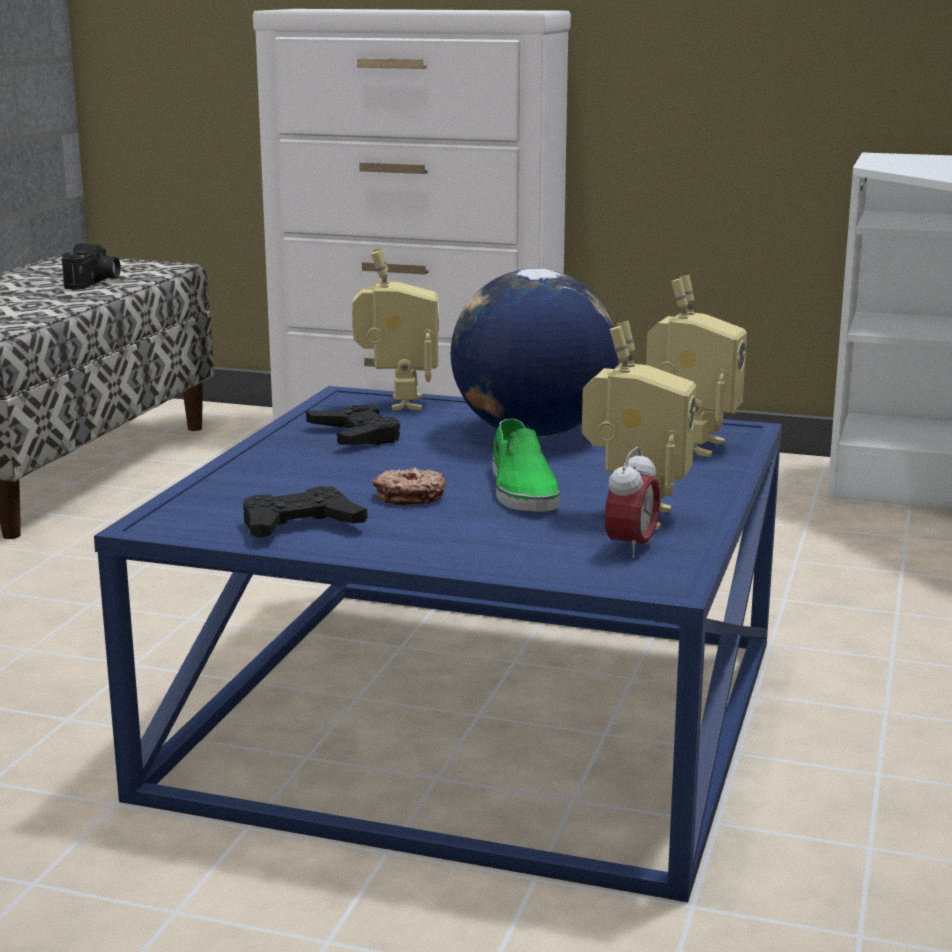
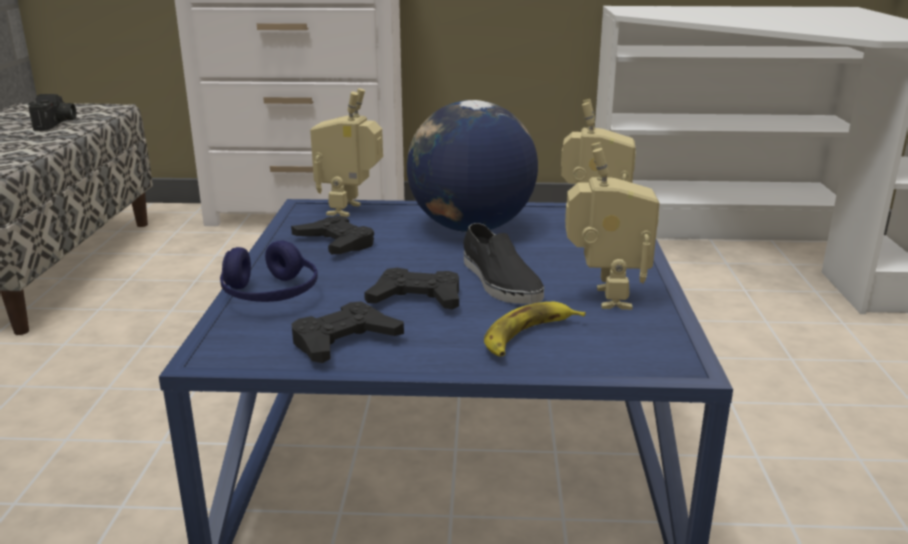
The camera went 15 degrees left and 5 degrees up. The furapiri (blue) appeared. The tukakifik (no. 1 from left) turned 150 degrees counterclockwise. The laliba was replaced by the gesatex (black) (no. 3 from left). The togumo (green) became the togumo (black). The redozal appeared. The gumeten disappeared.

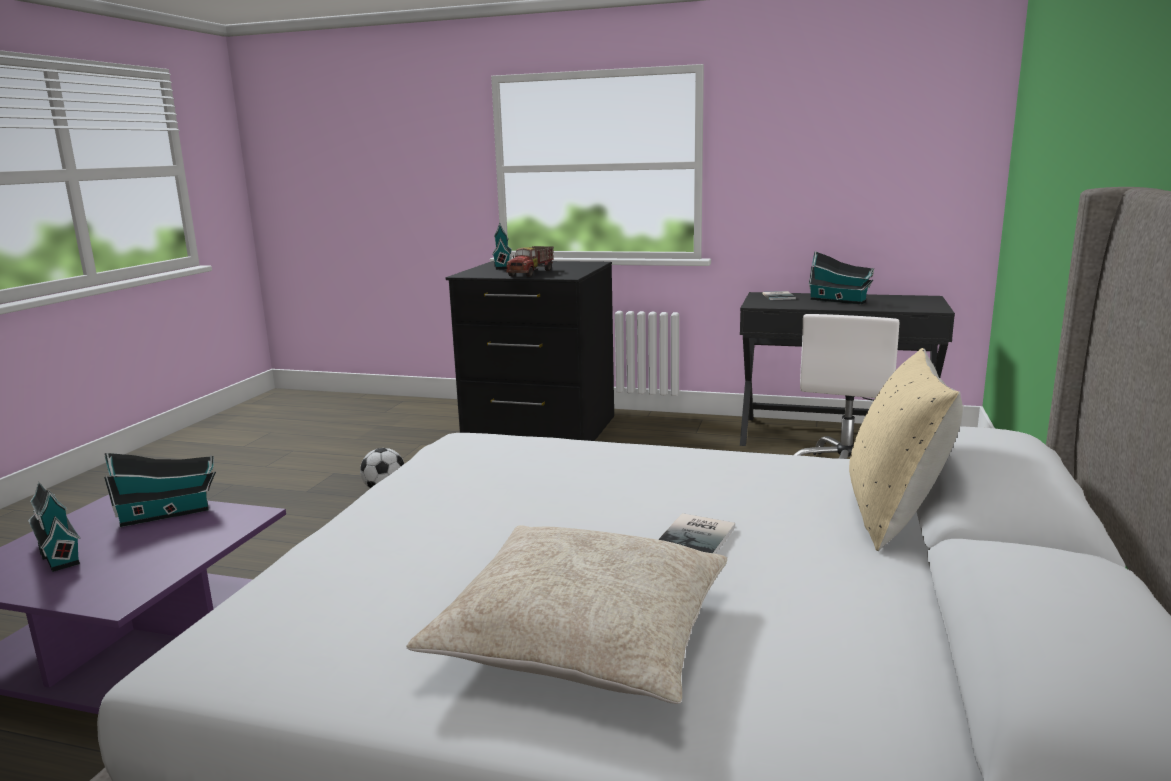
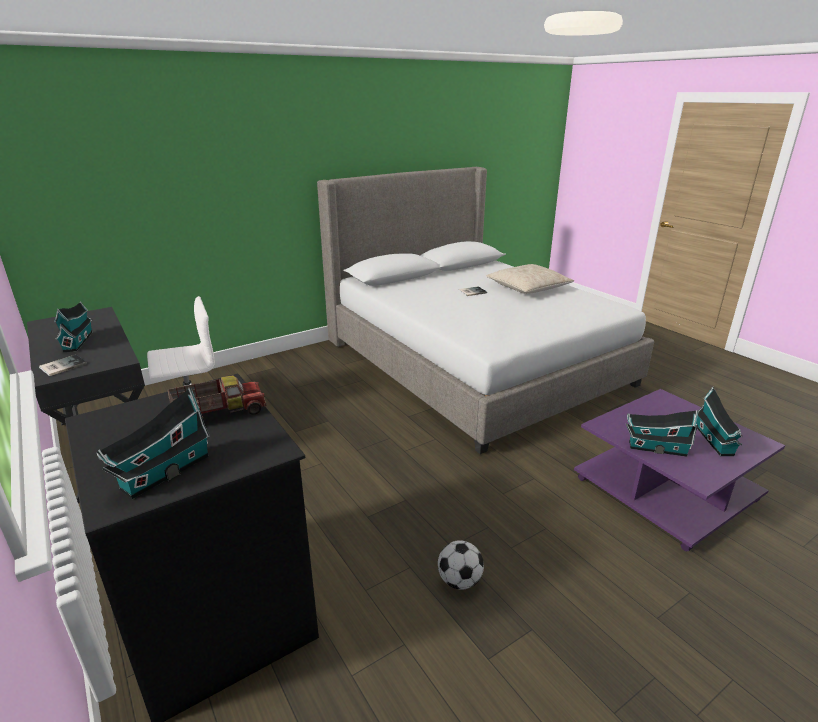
The camera went 140 degrees left and 10 degrees up. The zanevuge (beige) (no. 2 from left) disappeared.

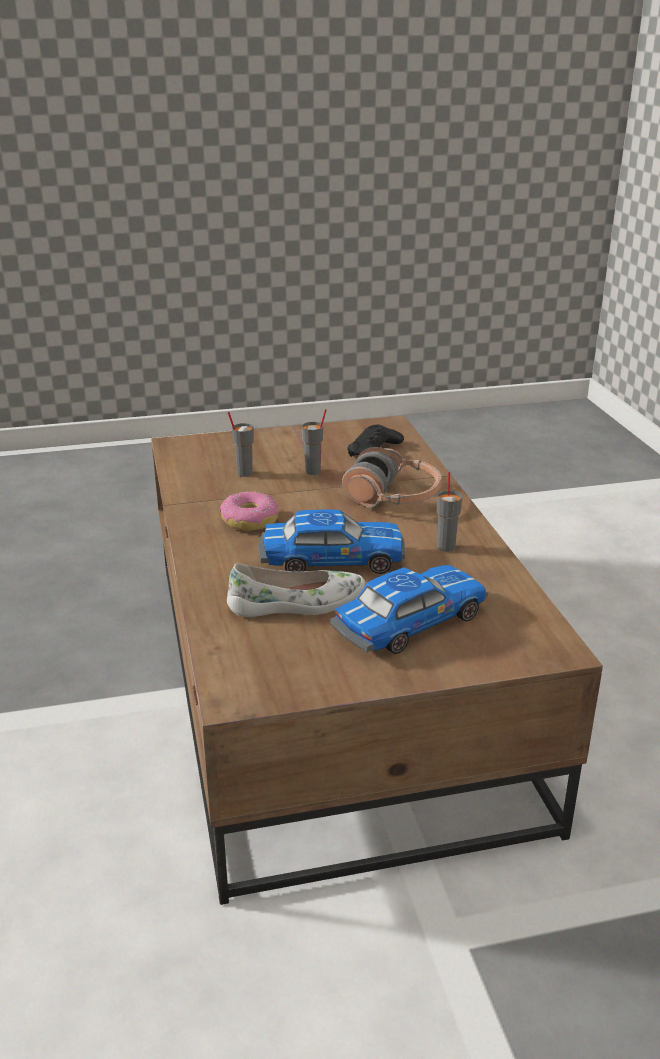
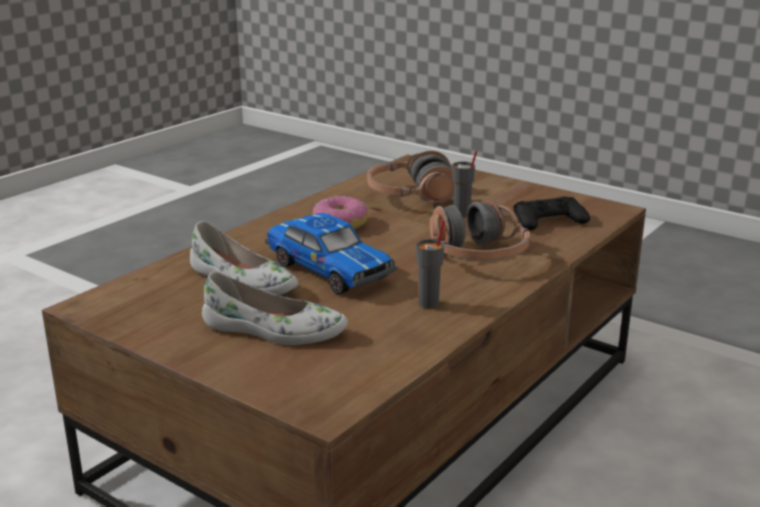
The camera went 50 degrees right and 5 degrees down. The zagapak (no. 2 from left) was replaced by the togumo (white) (no. 2 from left). The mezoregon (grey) (no. 1 from left) was replaced by the furapiri (no. 1 from left).

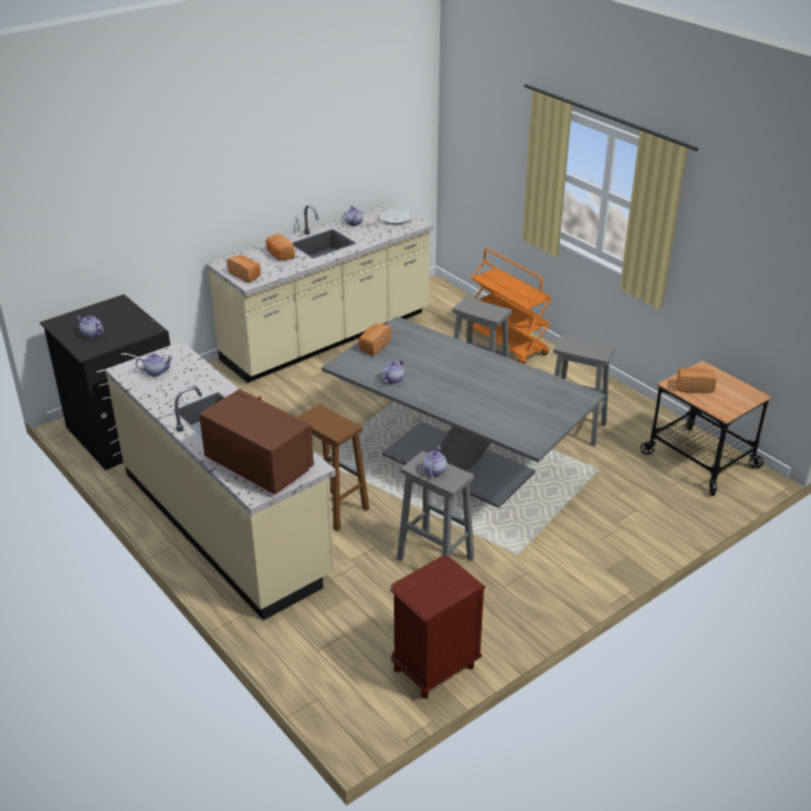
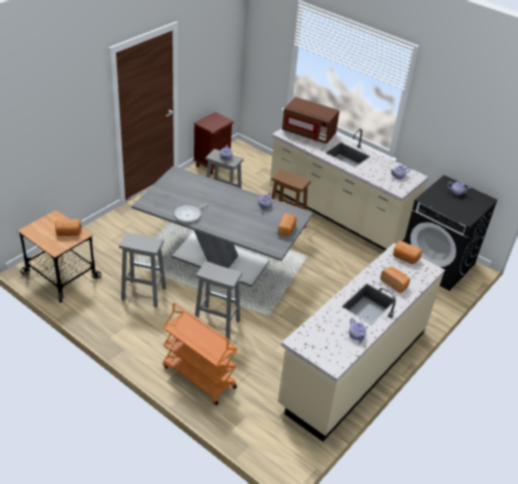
The camera went 165 degrees right and 5 degrees up. The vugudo moved.

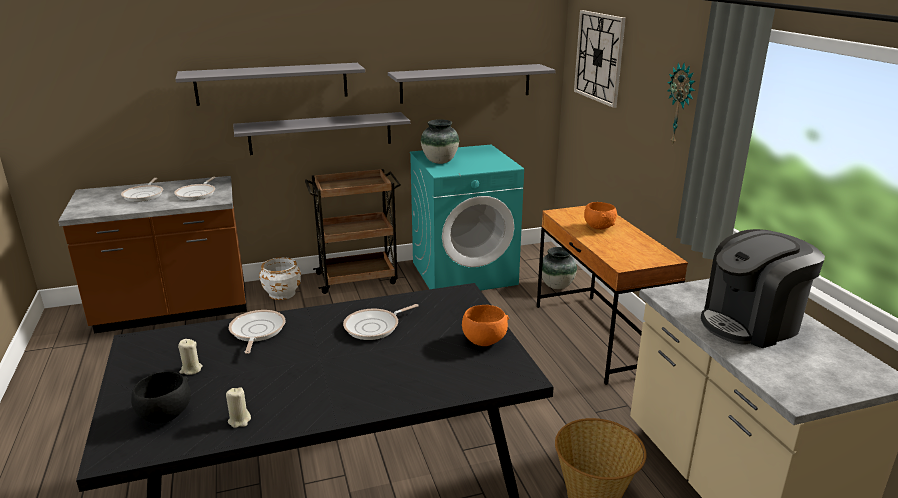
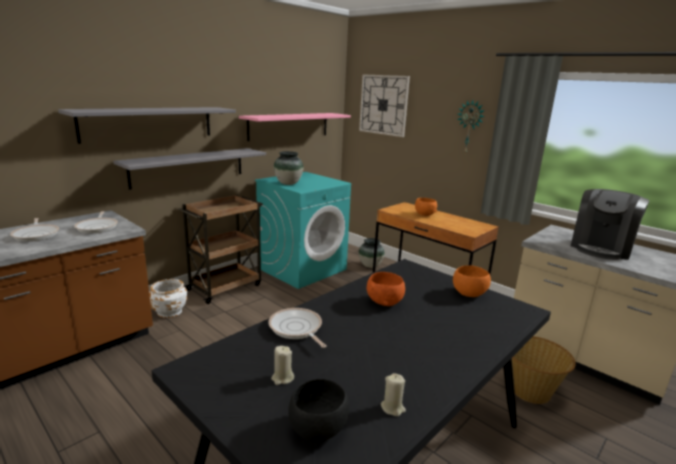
The camera went 30 degrees left and 5 degrees down. The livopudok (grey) (no. 3 from left) became the livopudok (pink). The vugudo (no. 4 from left) was replaced by the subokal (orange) (no. 1 from left).

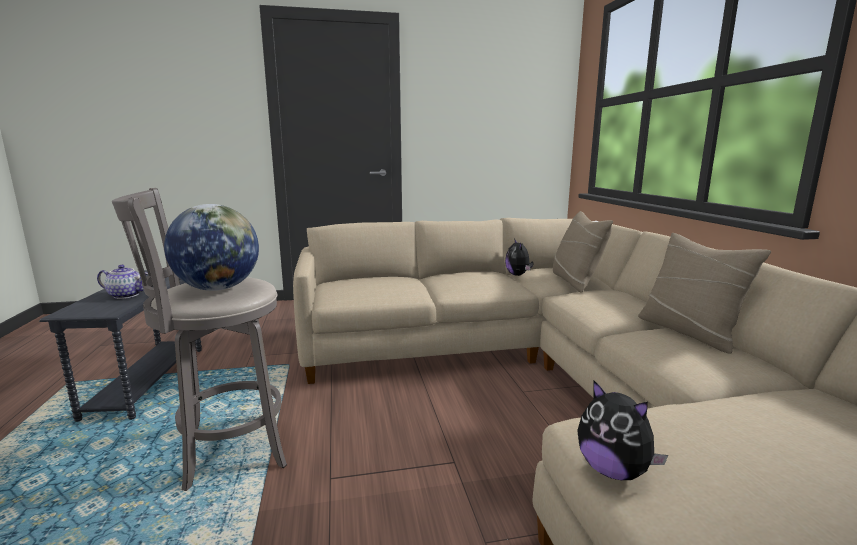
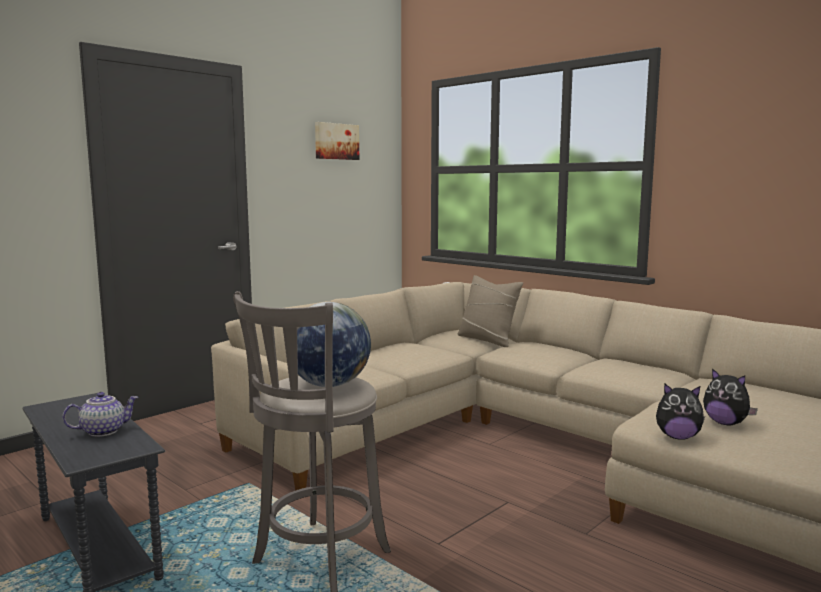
The camera went 35 degrees left and 5 degrees down. The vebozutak appeared. The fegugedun (no. 1 from left in the first image) moved. The zanevuge (beige) (no. 2 from left) disappeared.

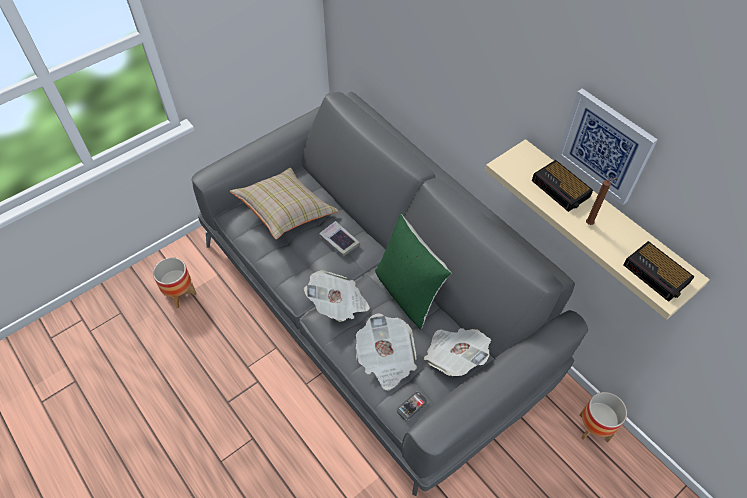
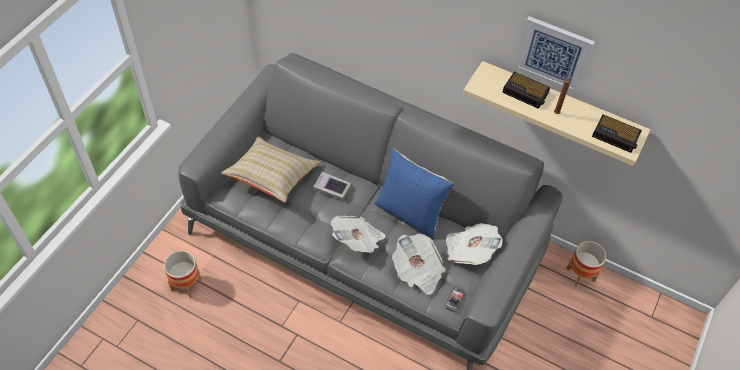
The camera went 25 degrees left and 0 degrees up. The zanevuge (green) became the zanevuge (blue).

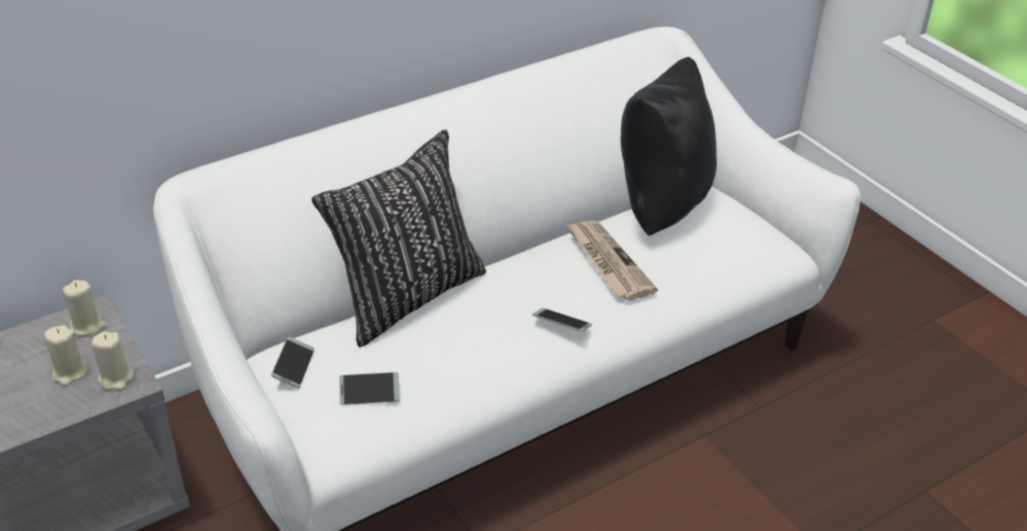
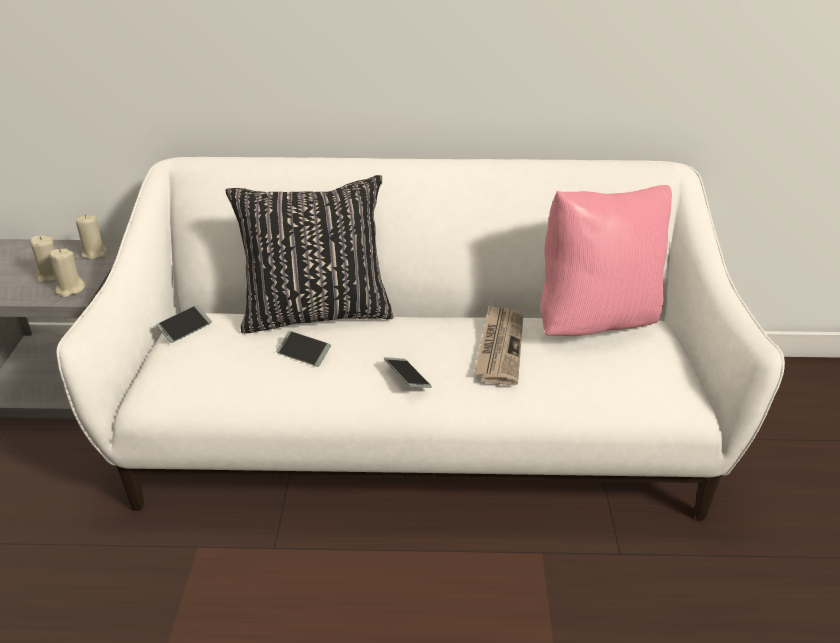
The camera went 35 degrees right and 5 degrees down. The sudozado (no. 2 from left) moved. The zanevuge (black) (no. 2 from left) became the zanevuge (pink).

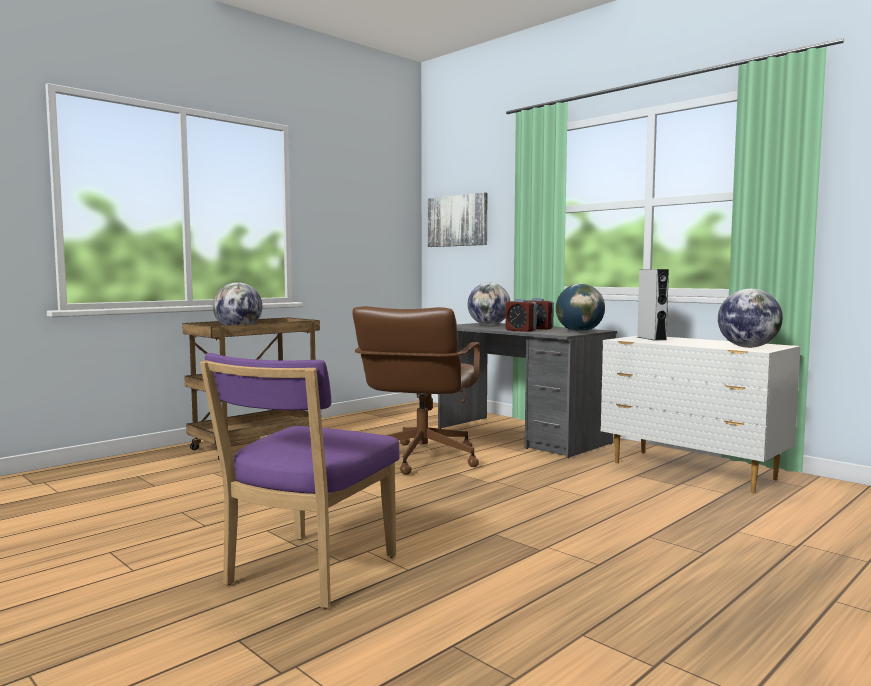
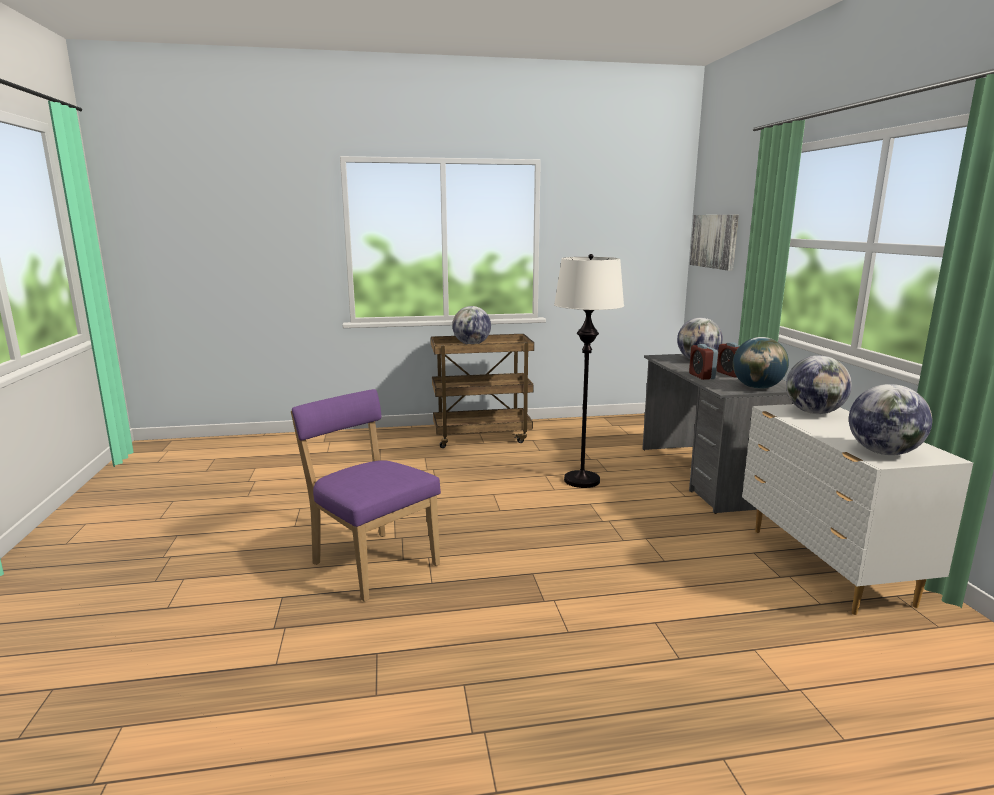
The camera went 35 degrees right and 10 degrees up. The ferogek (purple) turned 75 degrees clockwise. The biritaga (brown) was replaced by the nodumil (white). The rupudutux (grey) was replaced by the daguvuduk (no. 4 from left).

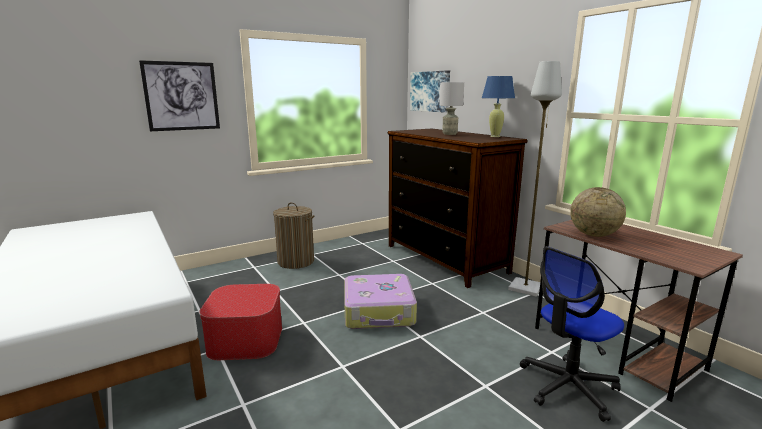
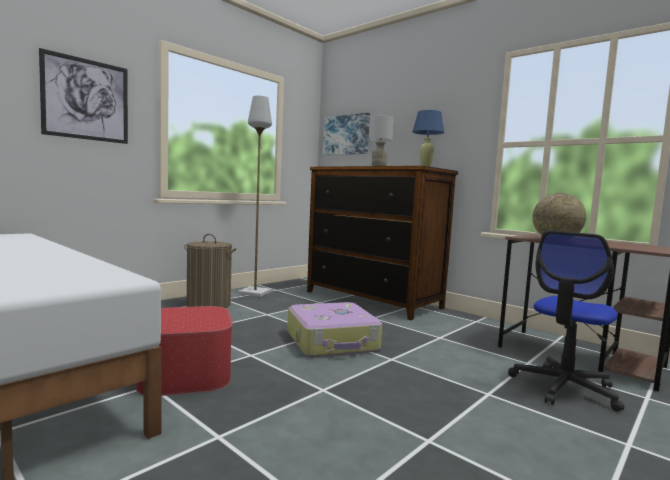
The camera went 15 degrees left and 10 degrees down. The nodumil (grey) moved.

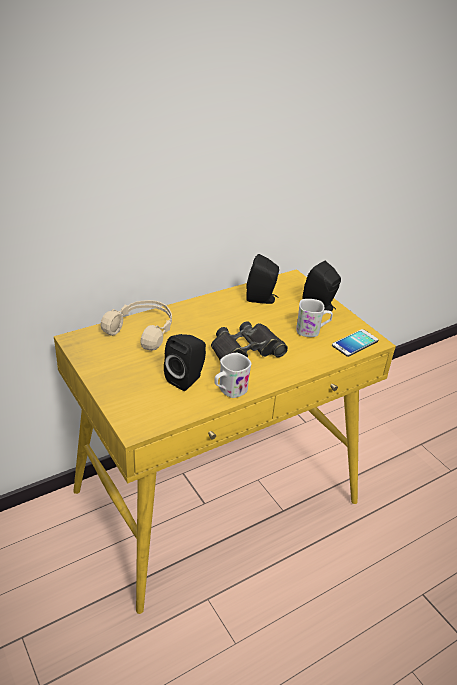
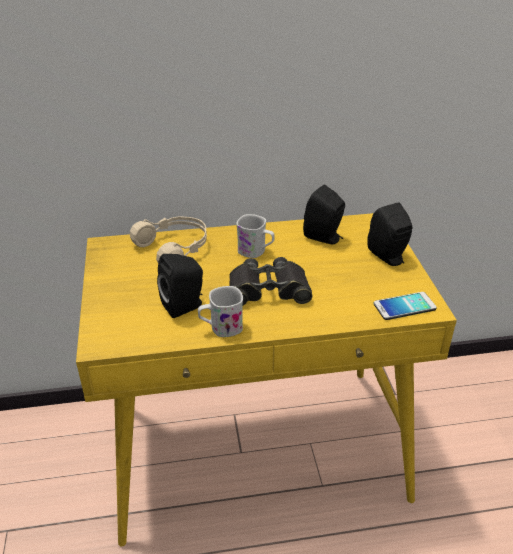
The camera went 25 degrees right and 0 degrees up. The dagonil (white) (no. 2 from left) moved.

